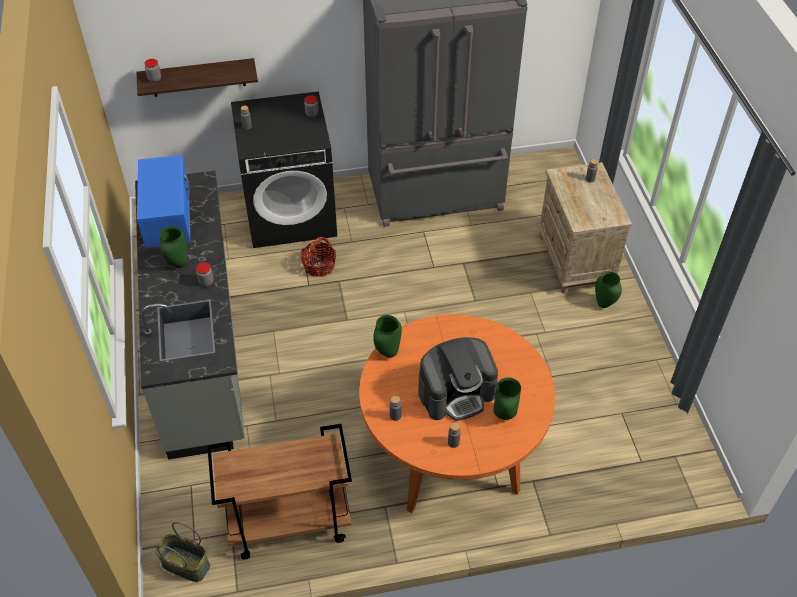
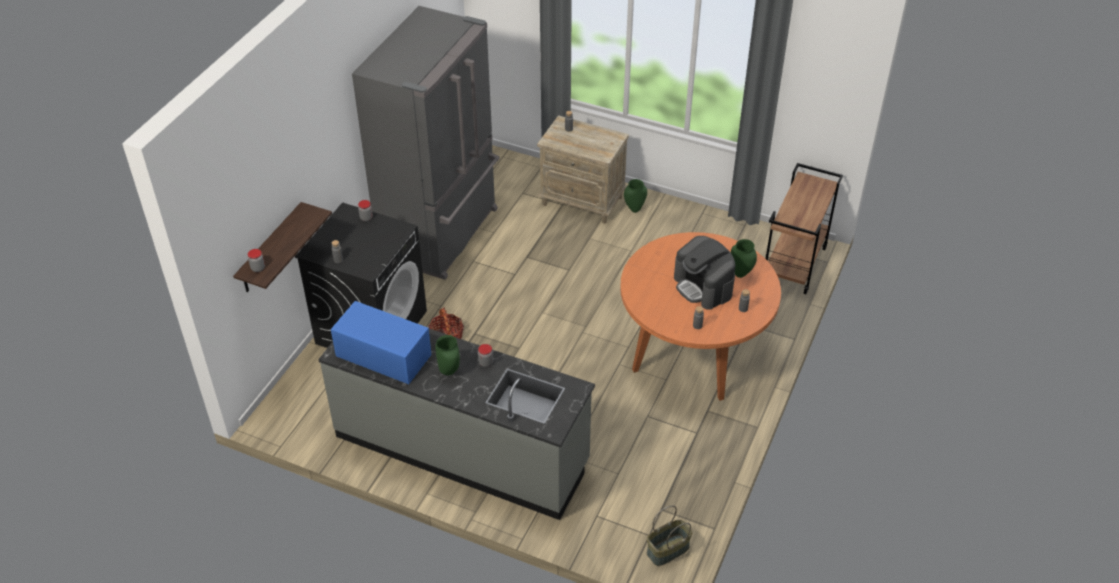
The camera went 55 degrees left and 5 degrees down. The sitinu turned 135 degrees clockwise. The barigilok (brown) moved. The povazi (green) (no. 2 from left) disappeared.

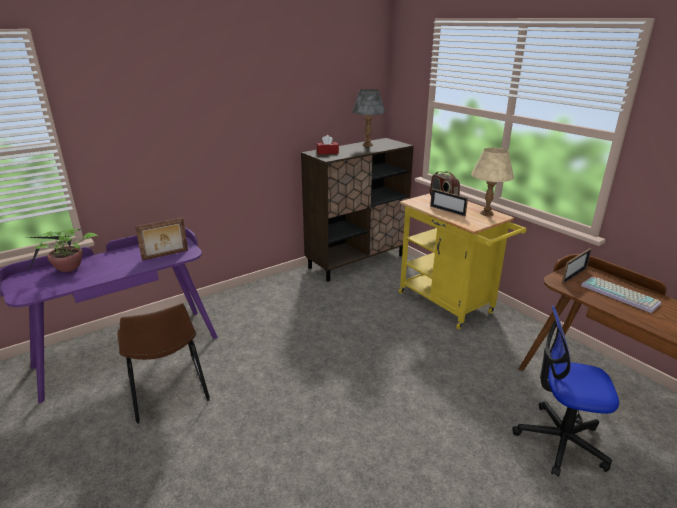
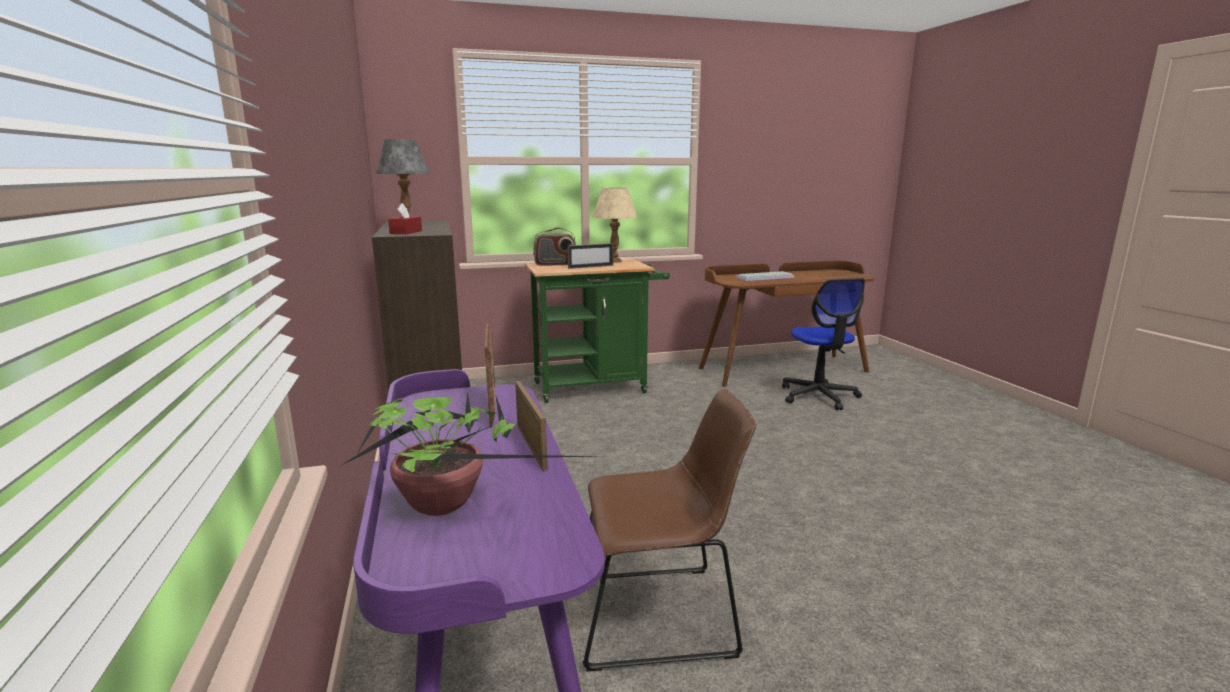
The camera went 70 degrees left and 10 degrees down. The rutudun (no. 3 from left in the first image) moved. The barigilok (yellow) became the barigilok (green). The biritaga turned 45 degrees counterclockwise.

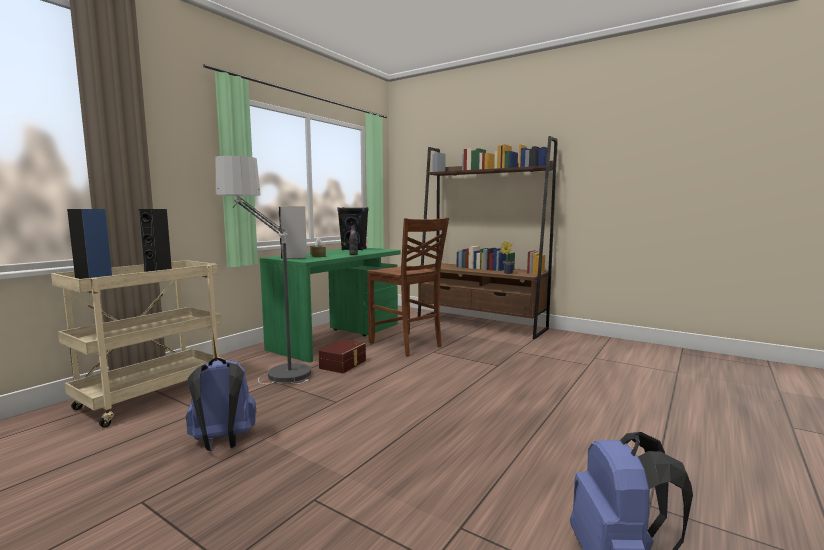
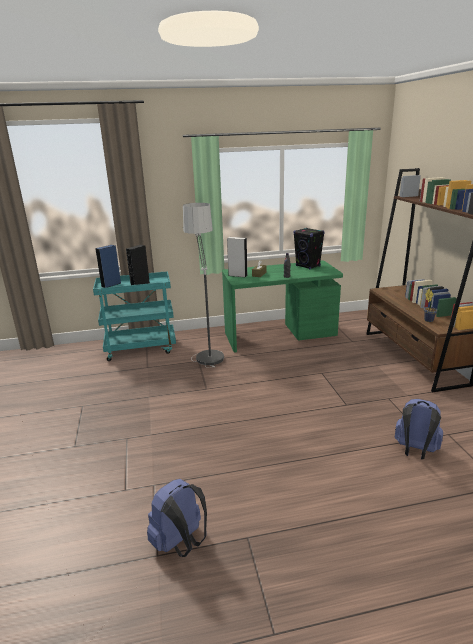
The camera went 45 degrees right and 15 degrees up. The barigilok (beige) became the barigilok (turquoise). The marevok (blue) (no. 1 from left in the first image) moved. The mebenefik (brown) disappeared. The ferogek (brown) disappeared.

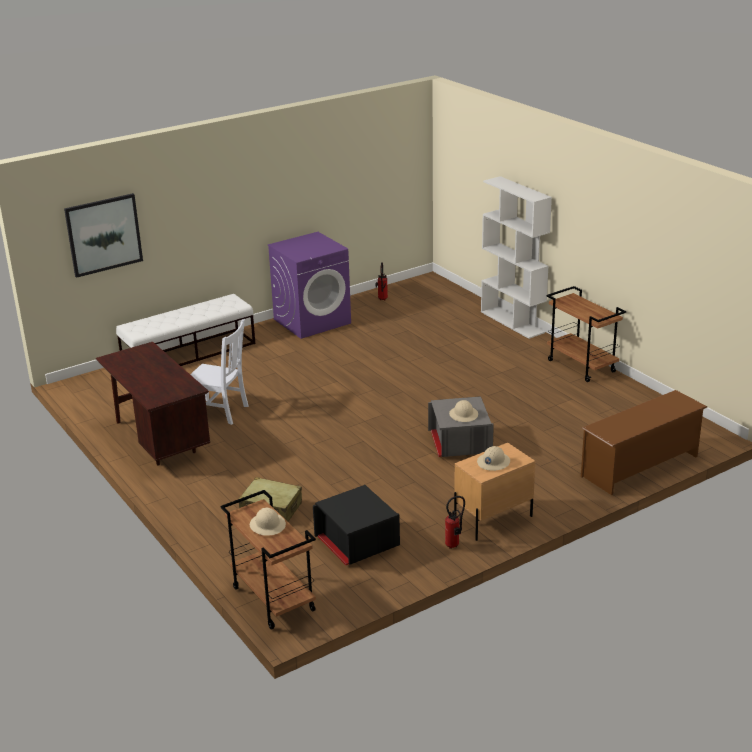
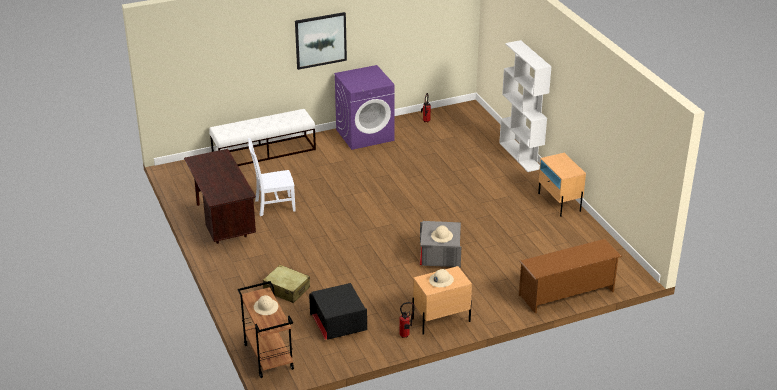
The camera went 10 degrees right and 5 degrees up. The ferogek (white) turned 135 degrees clockwise. The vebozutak moved. The barigilok (brown) (no. 2 from left) was replaced by the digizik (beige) (no. 2 from left).

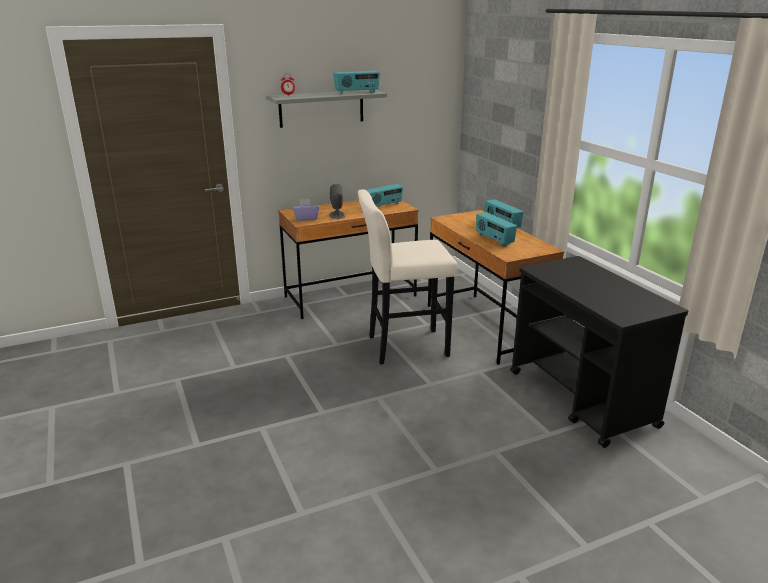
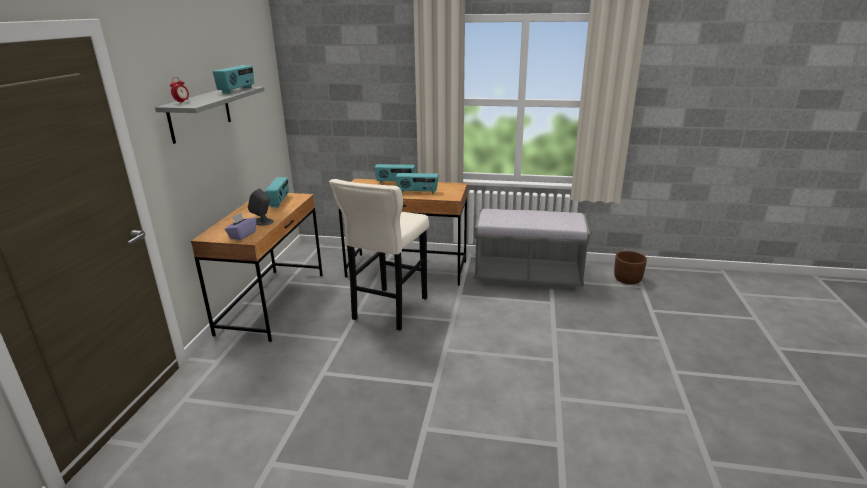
The camera went 55 degrees left and 0 degrees up. The barigilok (black) was replaced by the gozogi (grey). The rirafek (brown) appeared.

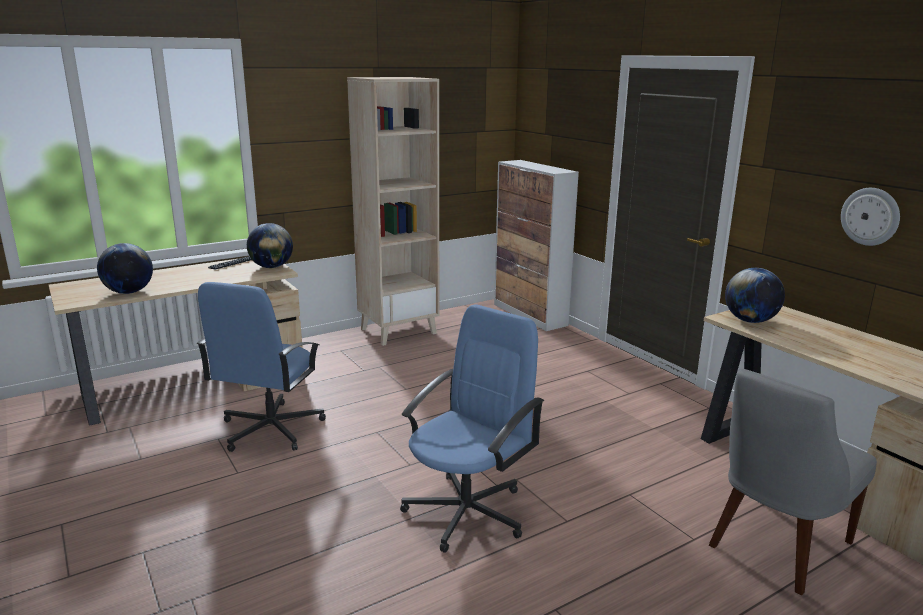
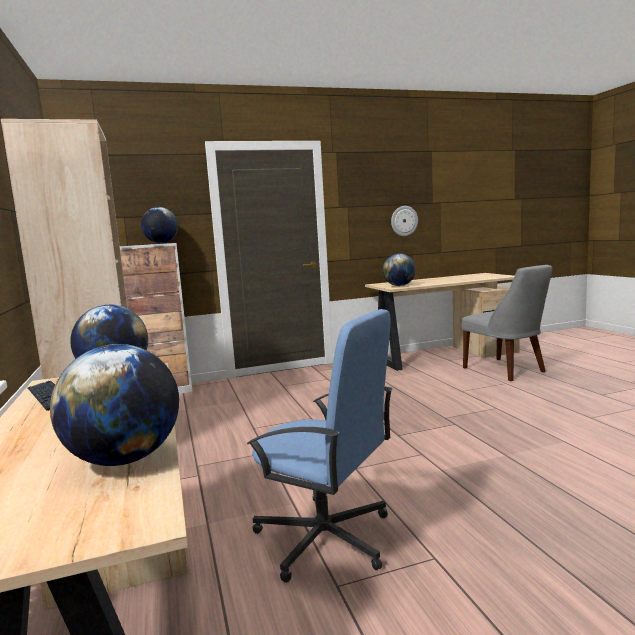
The camera went 75 degrees left and 10 degrees down. The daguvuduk (no. 3 from left) appeared. The biritaga (blue) (no. 2 from left) disappeared.

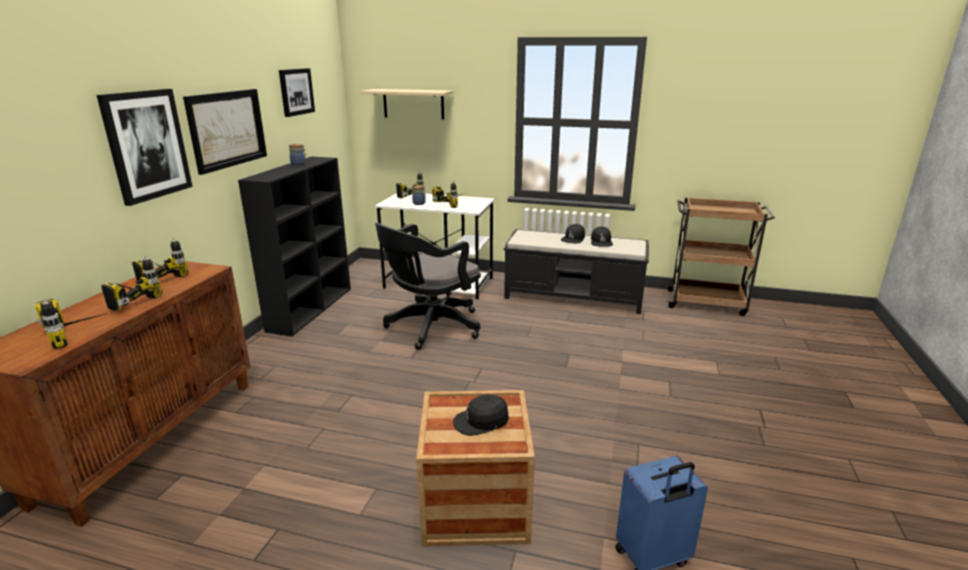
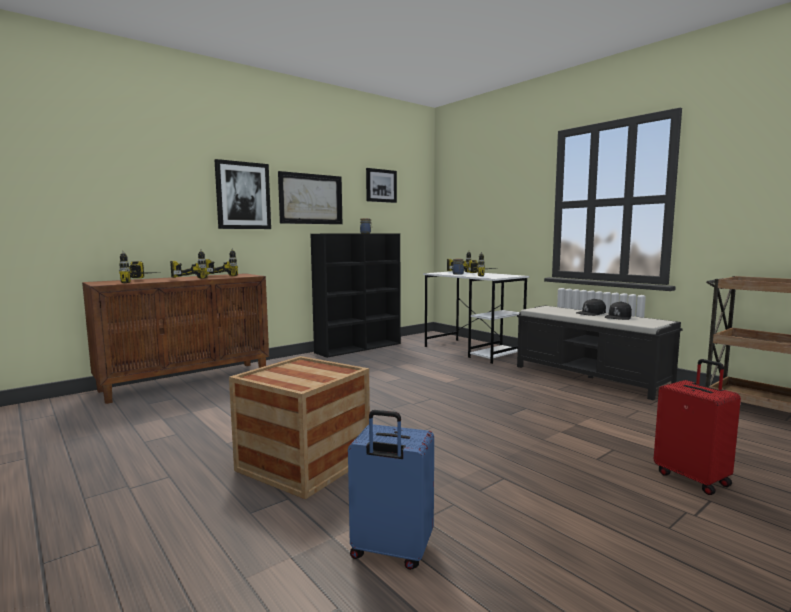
The camera went 35 degrees right and 15 degrees down. The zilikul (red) appeared. The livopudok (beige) disappeared. The biritaga (black) disappeared. The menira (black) (no. 1 from left) disappeared.

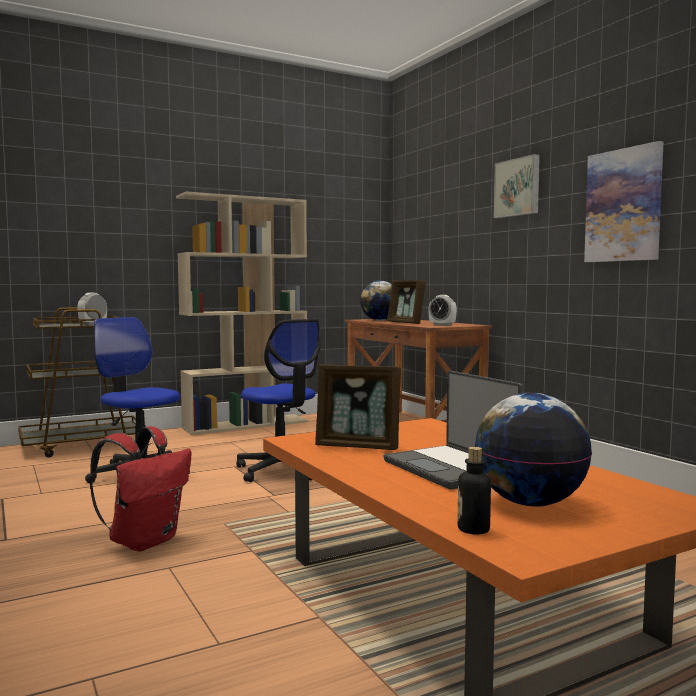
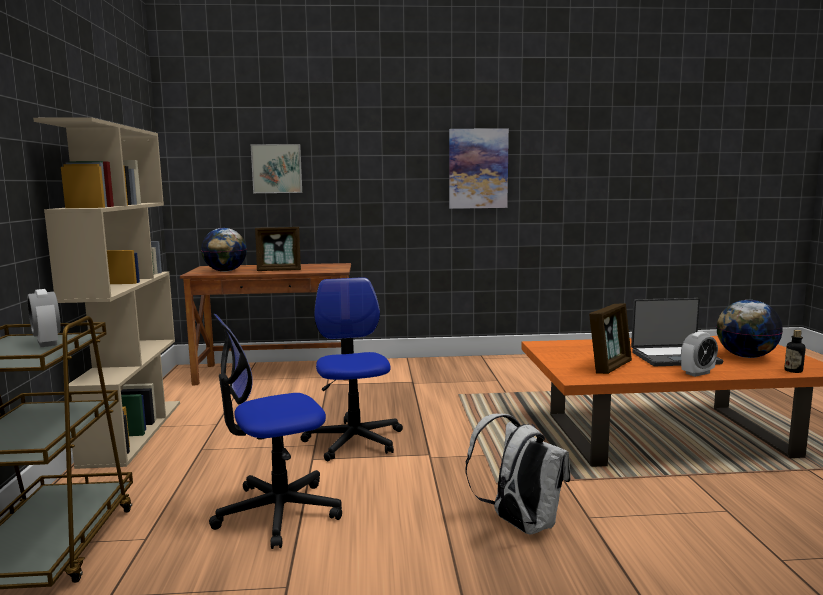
The camera went 65 degrees left and 5 degrees up. The vebozutak (no. 1 from left) moved. The biritaga (no. 2 from left) turned 90 degrees counterclockwise. The marevok (red) became the marevok (white). The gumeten (no. 2 from left) moved.

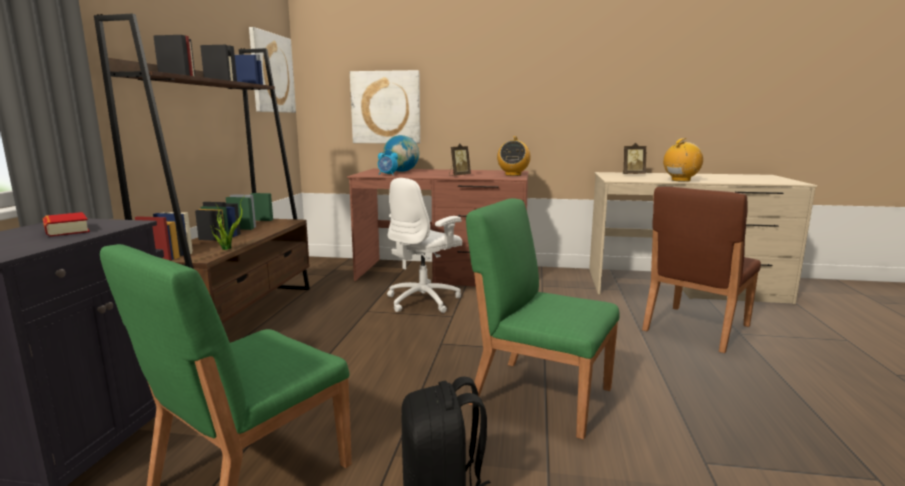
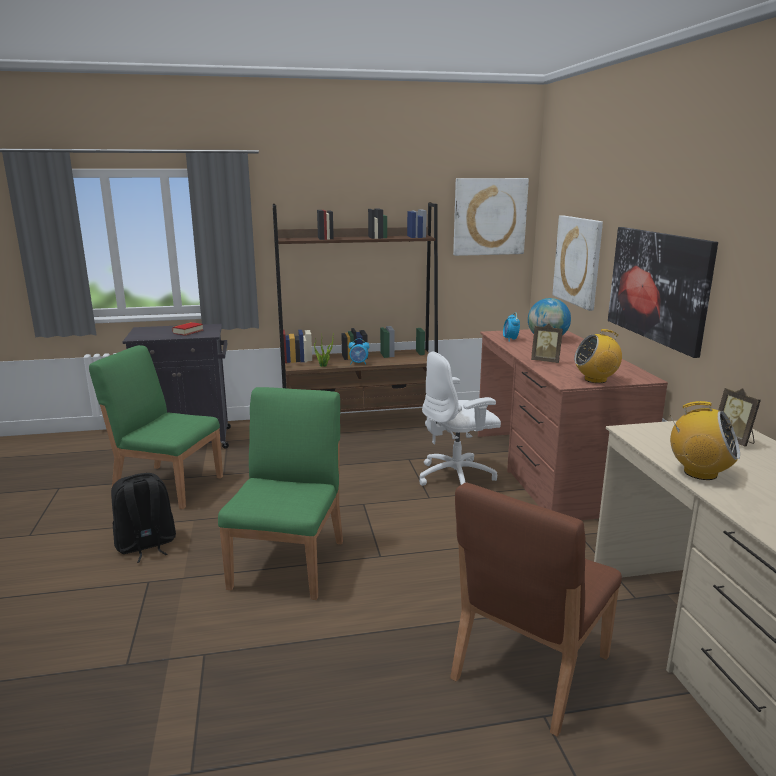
The camera went 70 degrees right and 5 degrees up. The gumeten (no. 1 from left) appeared. The biritaga (white) turned 45 degrees counterclockwise. The ferogek (brown) turned 75 degrees counterclockwise. The vebozutak (no. 3 from left) appeared.

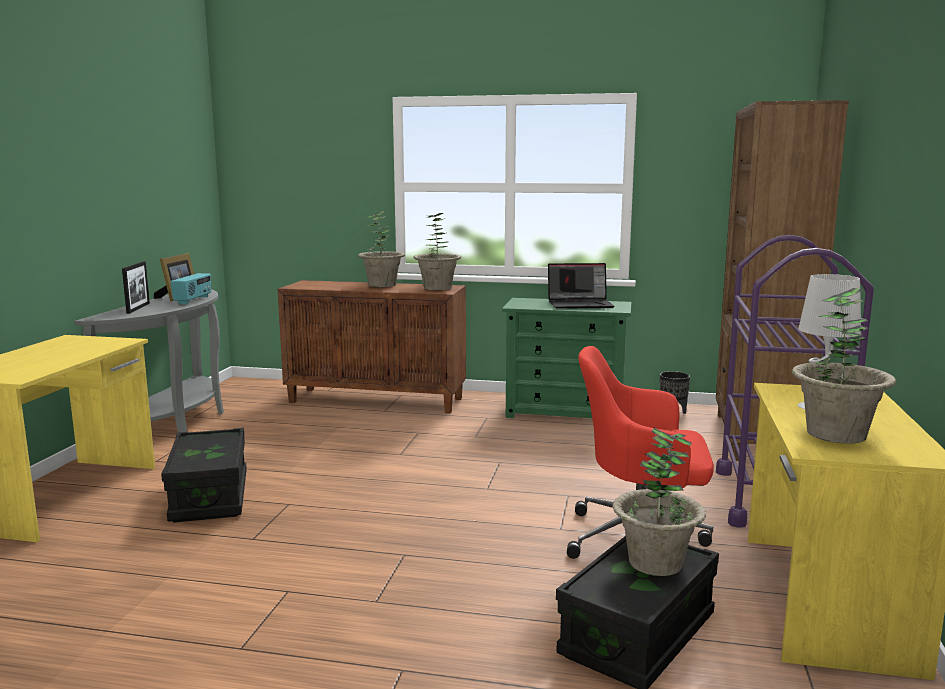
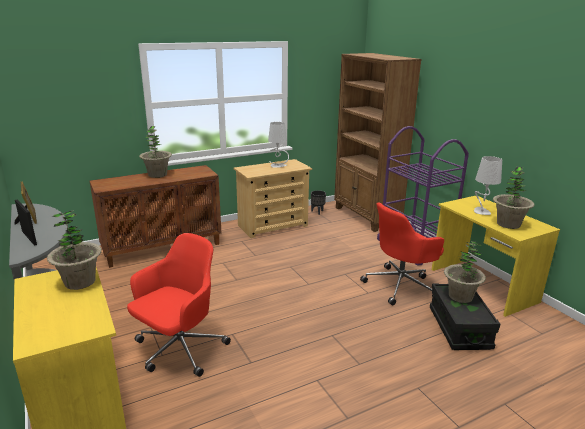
The camera went 40 degrees left and 10 degrees up. The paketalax (no. 2 from left in the first image) moved. The mebenefik (black) (no. 1 from left) was replaced by the biritaga (red) (no. 1 from left). The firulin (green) became the firulin (beige). The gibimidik was replaced by the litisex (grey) (no. 1 from left). The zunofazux disappeared.

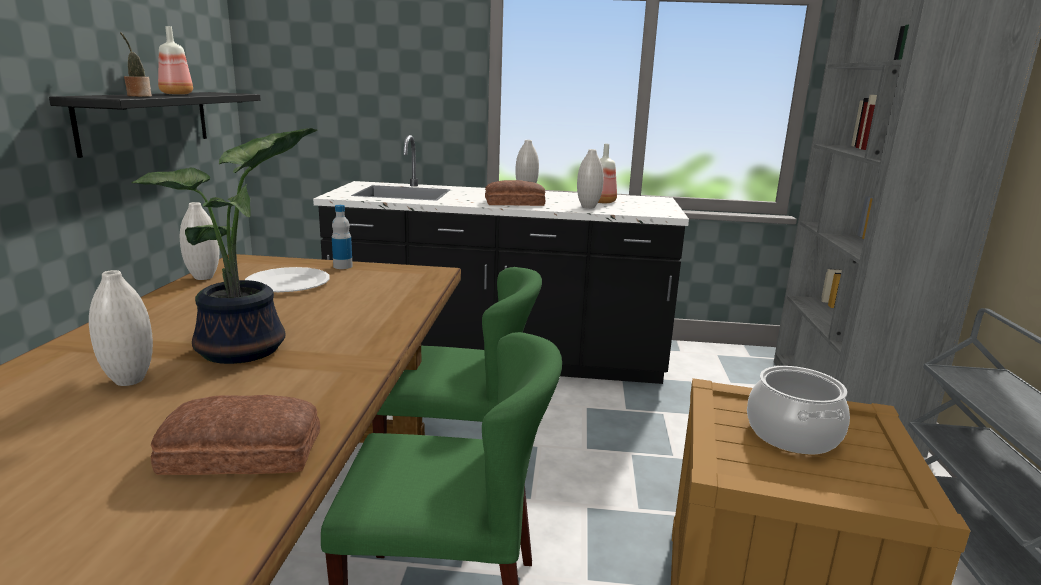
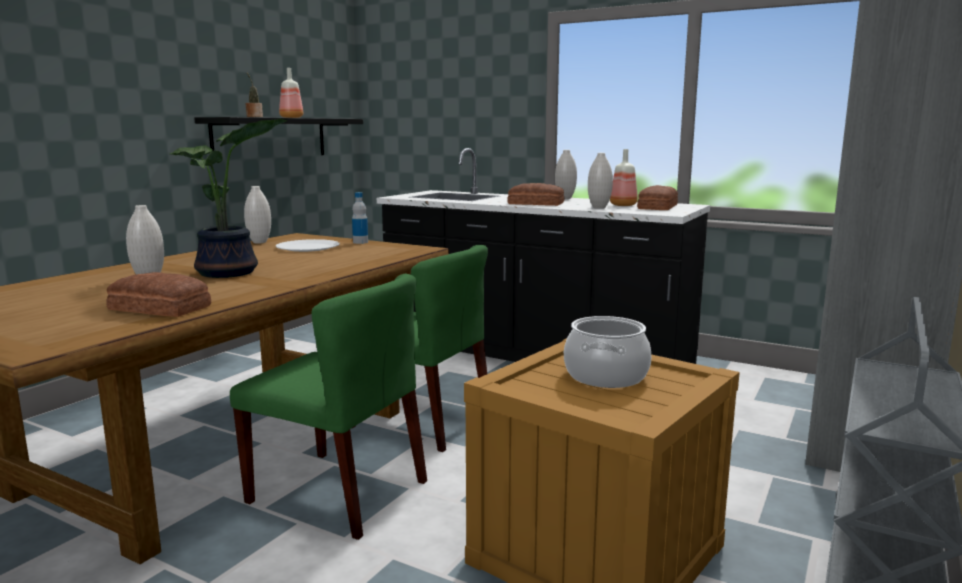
The camera went 25 degrees right and 5 degrees down. The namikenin (no. 3 from left) appeared.

